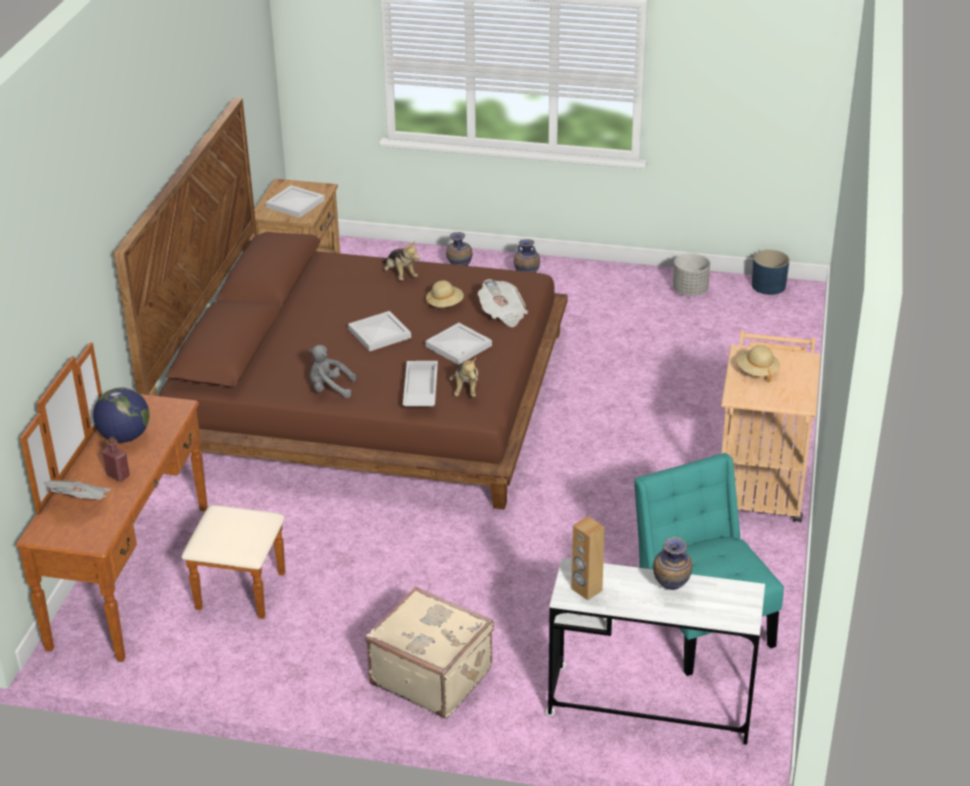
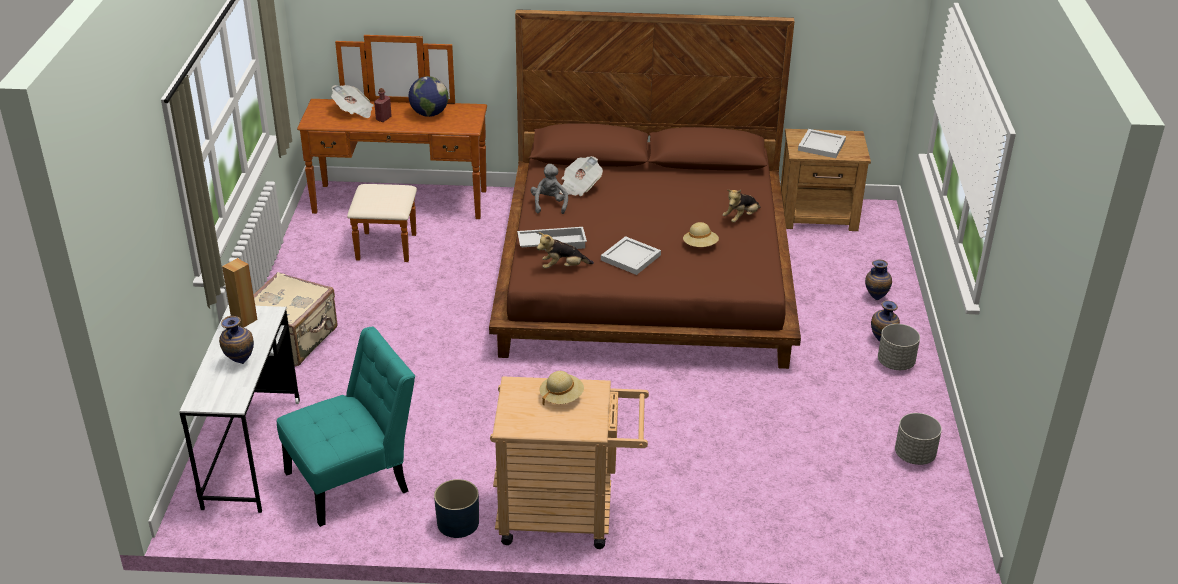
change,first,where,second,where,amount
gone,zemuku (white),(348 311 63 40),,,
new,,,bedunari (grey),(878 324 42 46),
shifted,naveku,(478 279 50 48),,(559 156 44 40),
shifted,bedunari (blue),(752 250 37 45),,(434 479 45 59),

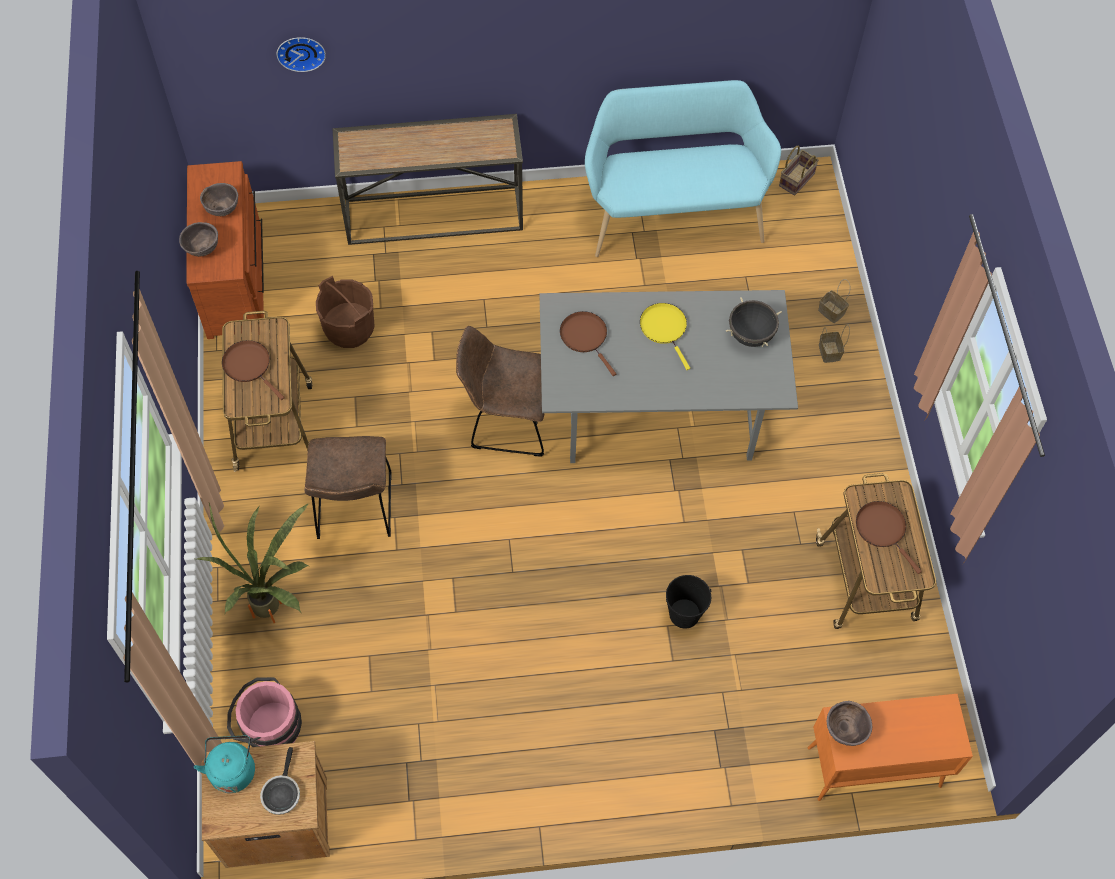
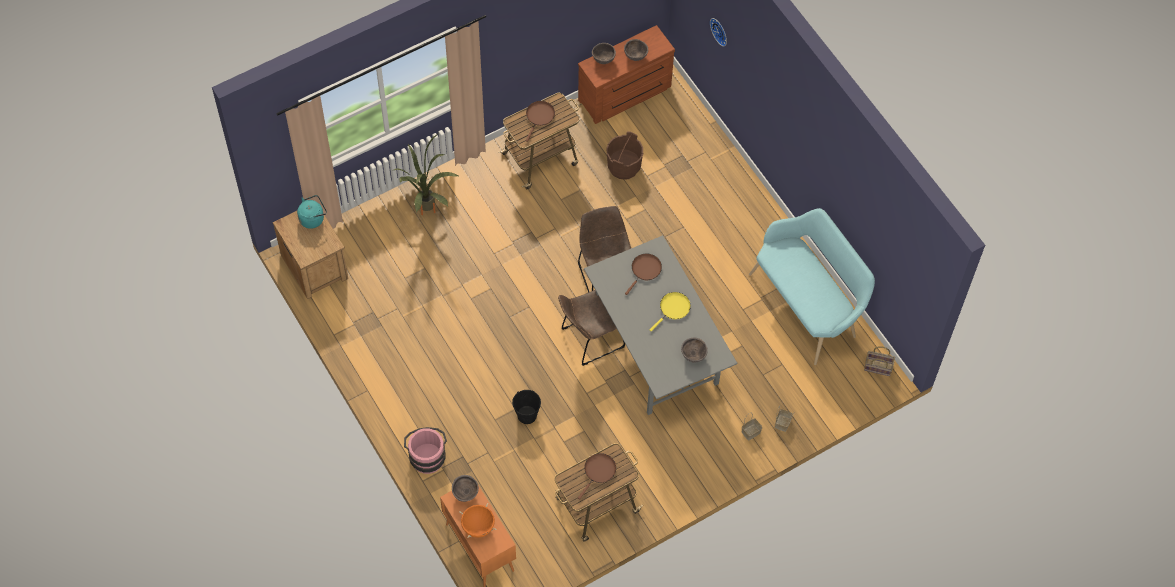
change,first,where,second,where,amount
gone,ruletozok,(260 747 40 68),,,
gone,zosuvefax,(333 114 190 131),,,
new,,,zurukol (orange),(459 503 37 35),
shifted,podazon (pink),(227 677 75 70),,(404 427 43 47),
shifted,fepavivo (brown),(304 436 87 103),,(558 290 67 76),
swapped,zurukol (black),(726 297 56 50),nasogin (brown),(681 338 27 24),

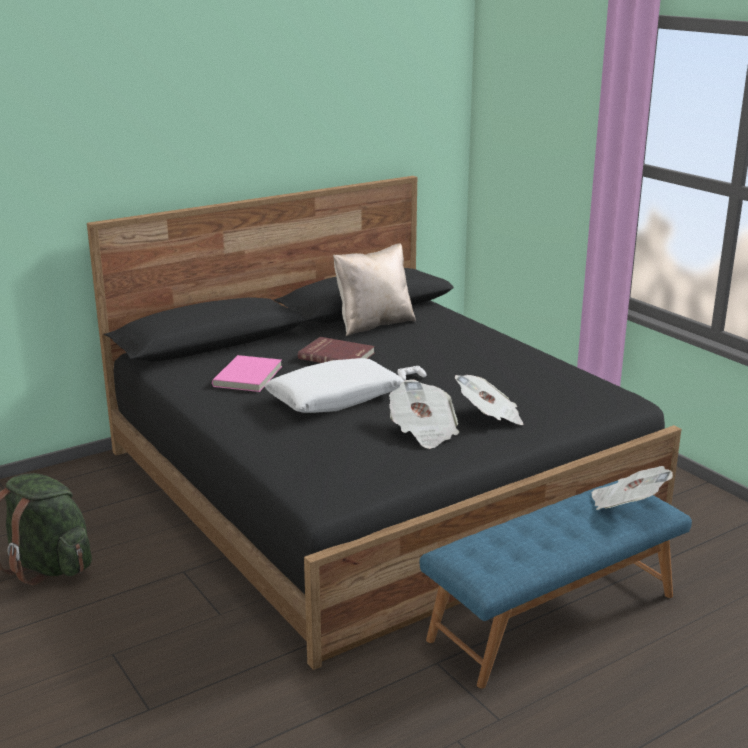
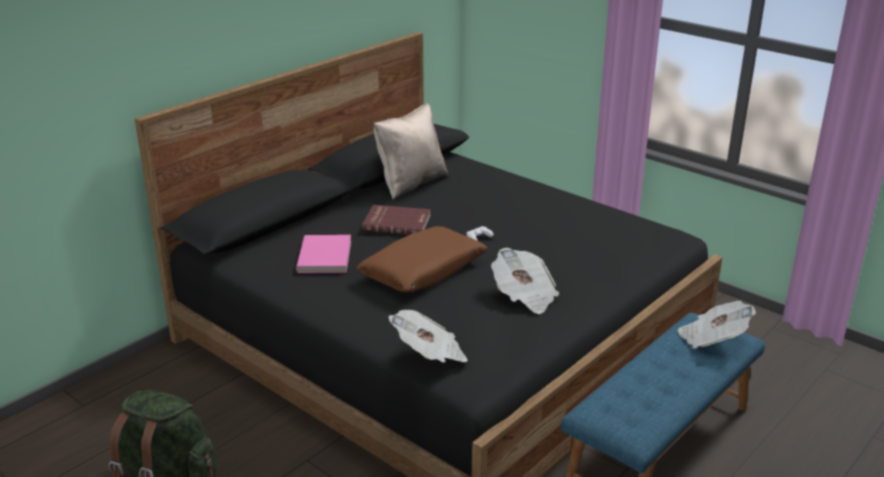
change,first,where,second,where,amount
shifted,naveku,(455 375 69 50),,(389 310 79 52),
repainted,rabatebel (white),(264 358 140 55),rabatebel (brown),(357 226 130 67),

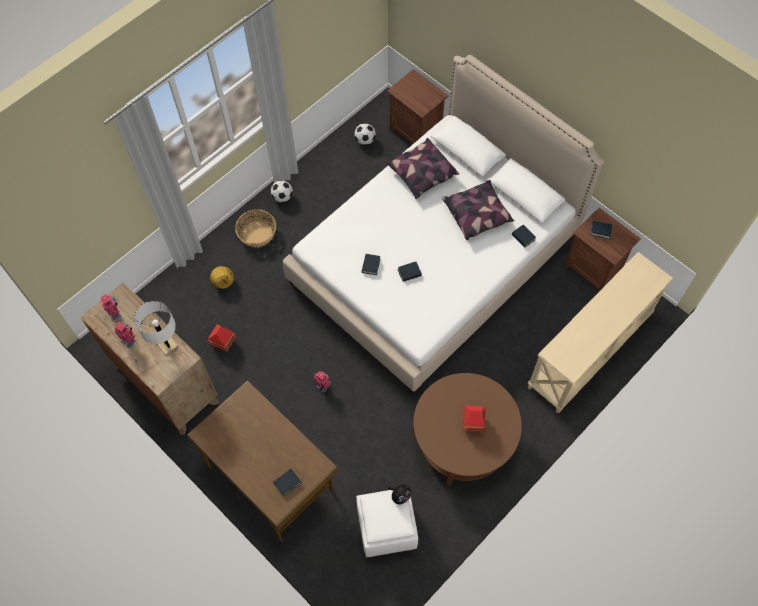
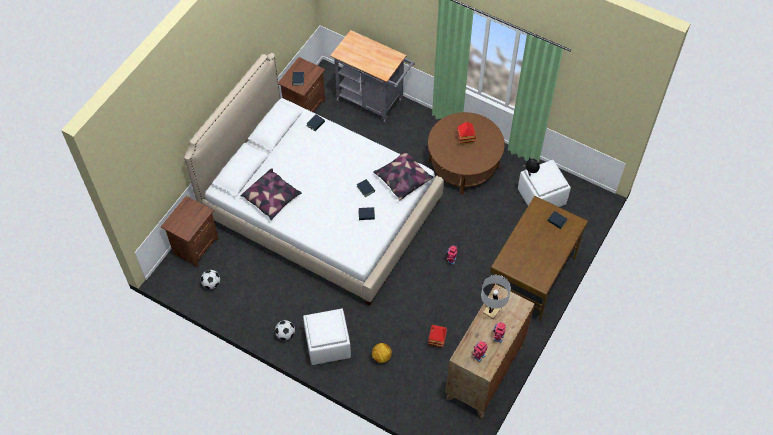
change,first,where,second,where,amount
shifted,rabatebel,(442 180 73 60),,(373 150 60 51),
swapped,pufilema,(235 210 41 37),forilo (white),(303 308 48 57),
swapped,zosuvefax (beige),(528 252 145 162),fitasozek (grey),(330 30 85 93),

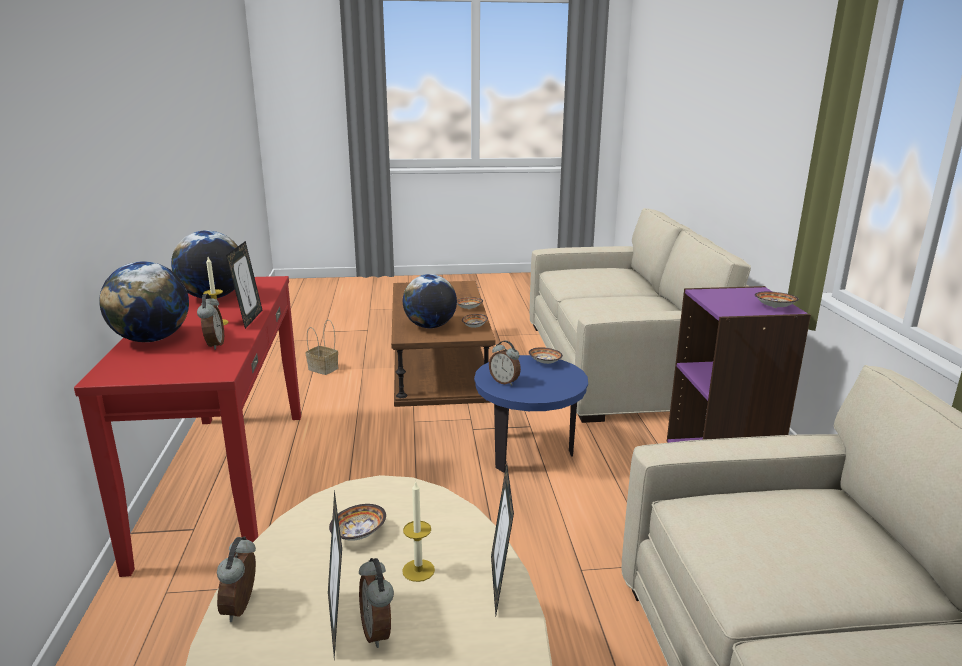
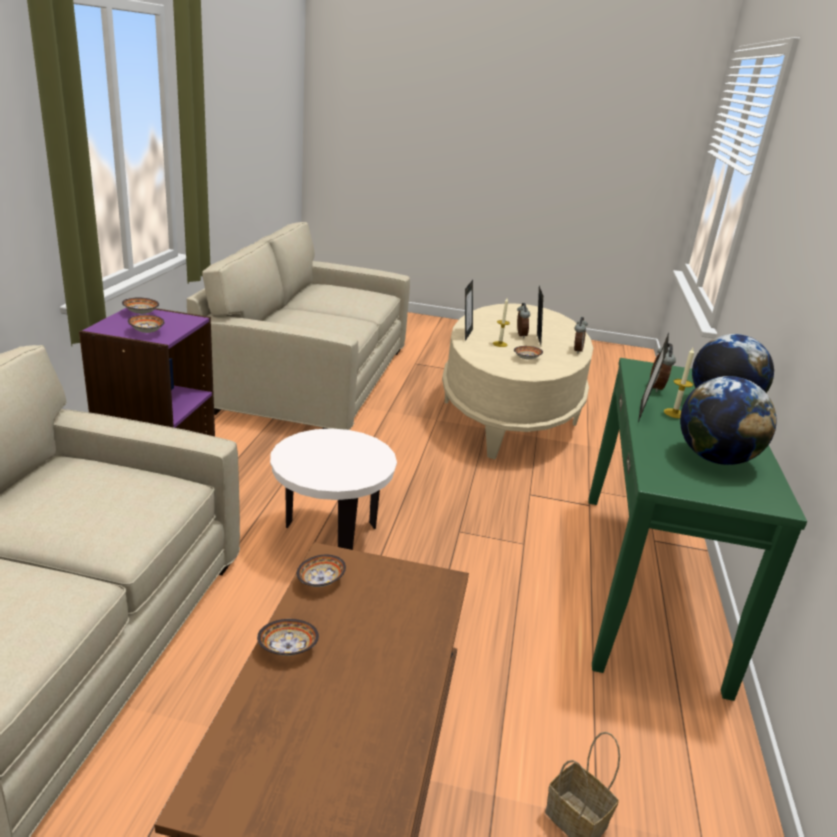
change,first,where,second,where,amount
gone,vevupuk,(403 274 54 54),,,
gone,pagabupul,(489 341 32 45),,,
shifted,nasogin,(529 347 34 17),,(128 315 37 18),
repainted,zosuvefax (red),(74 276 227 301),zosuvefax (green),(588 358 219 343),
repainted,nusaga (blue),(474 355 114 118),nusaga (white),(270 428 127 122),

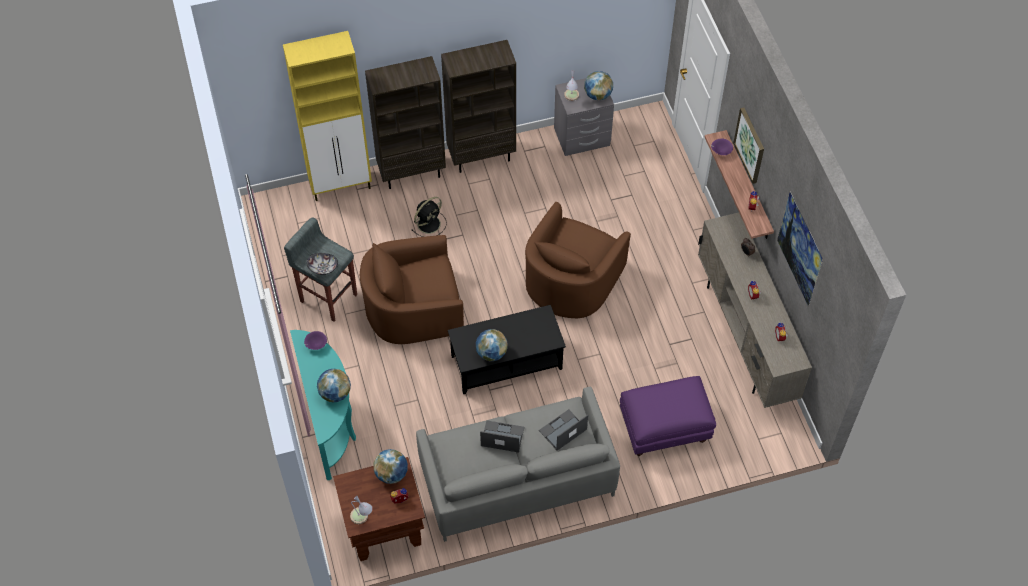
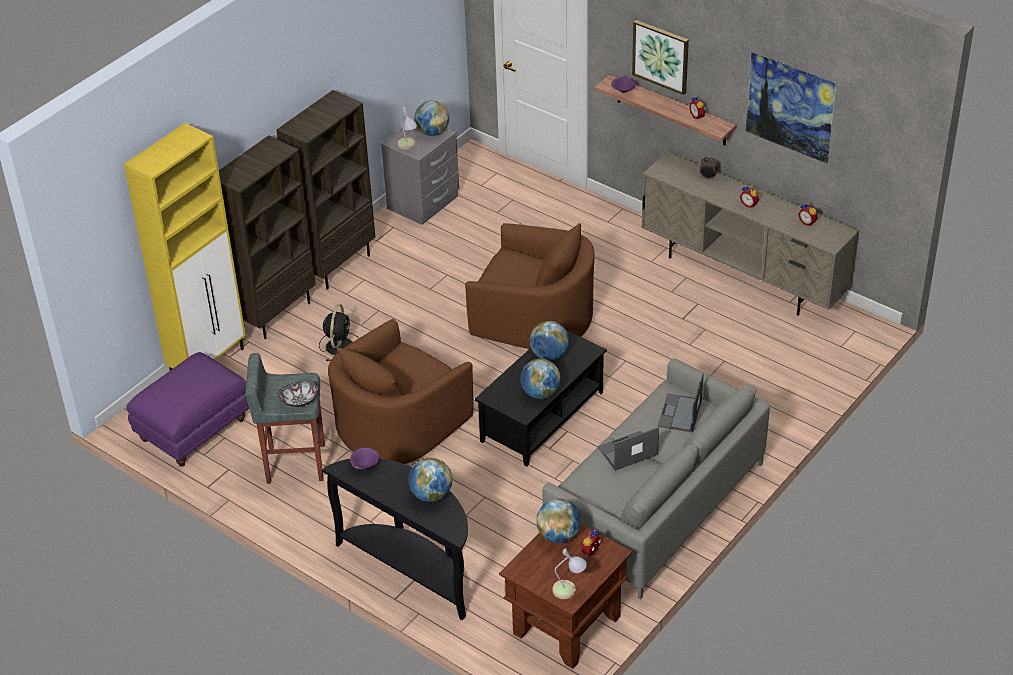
change,first,where,second,where,amount
new,,,vevupuk,(530 321 39 39),
shifted,forilo (purple),(620 376 96 80),,(127 352 122 115),
repainted,zosuvefax (turquoise),(290 330 66 150),zosuvefax (black),(322 458 146 162),
rotated,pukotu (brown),(525 202 106 116),,(465 223 130 126),60 degrees counterclockwise

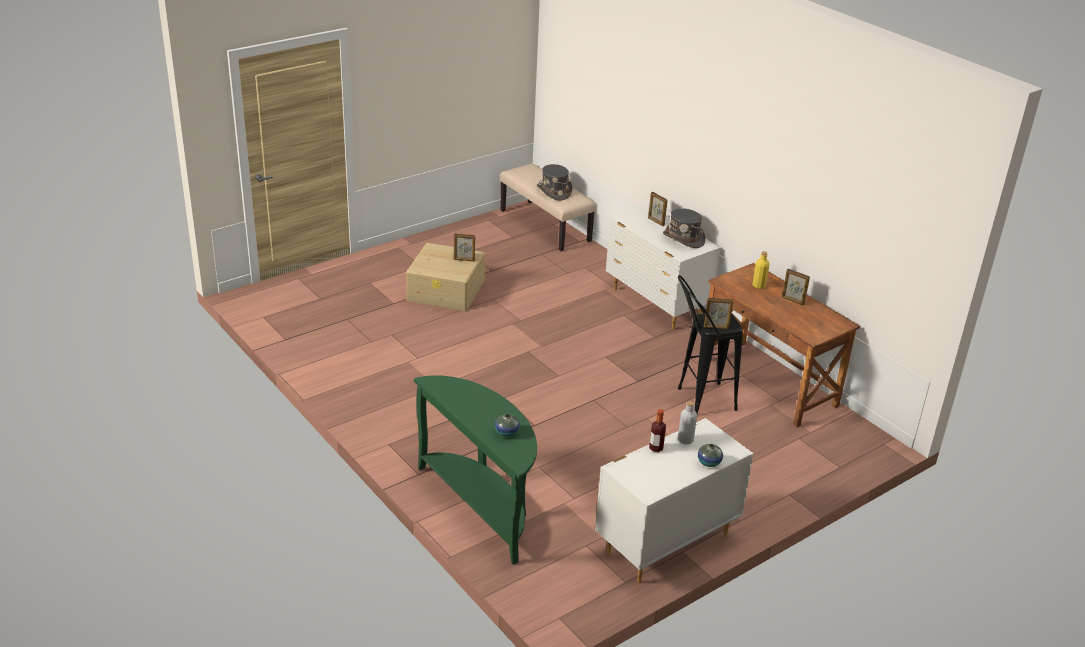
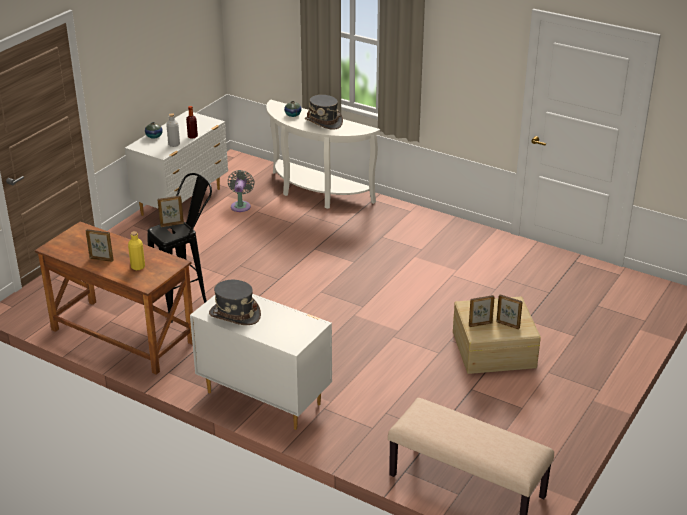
change,first,where,second,where,amount
new,,,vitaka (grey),(228 170 27 42),
shifted,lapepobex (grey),(537 164 36 37),,(305 95 38 35),
shifted,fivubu,(648 192 19 34),,(496 294 27 36),
repainted,zosuvefax (green),(414 375 123 189),zosuvefax (white),(266 99 114 110),

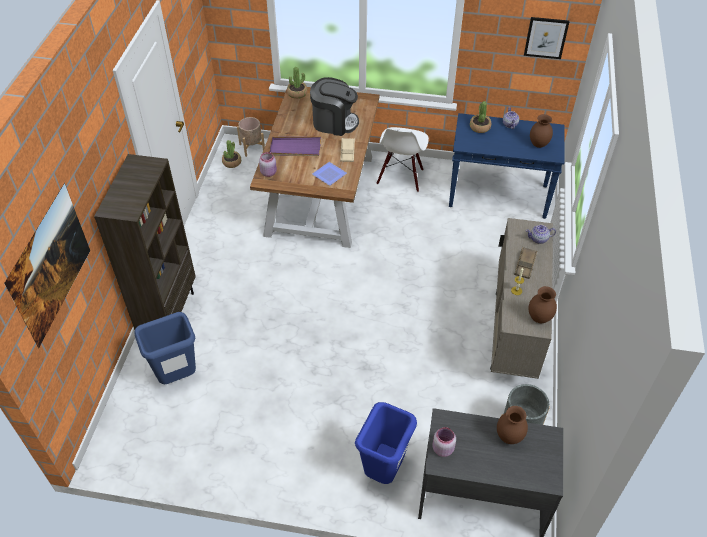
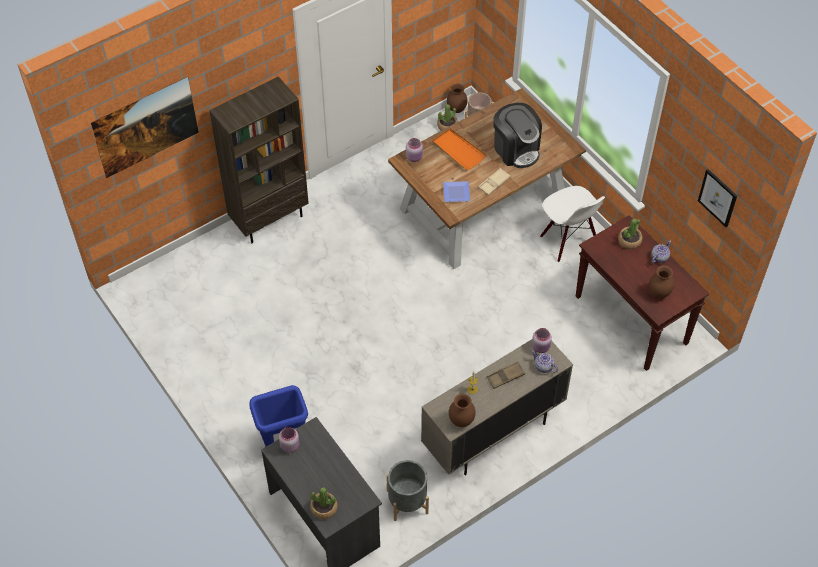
change,first,where,second,where,amount
gone,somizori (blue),(134 312 62 72),,,
new,,,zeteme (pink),(532 328 20 25),
shifted,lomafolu,(287 67 20 32),,(310 488 27 31),
shifted,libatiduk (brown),(497 406 31 38),,(447 84 21 29),
repainted,zemuku (purple),(270 137 51 19),zemuku (orange),(432 128 54 42),
repainted,zosuvefax (blue),(449 113 116 106),zosuvefax (brown),(576 215 133 156),
rotated,fepavivo (white),(377 127 52 65),,(540 186 65 76),90 degrees counterclockwise

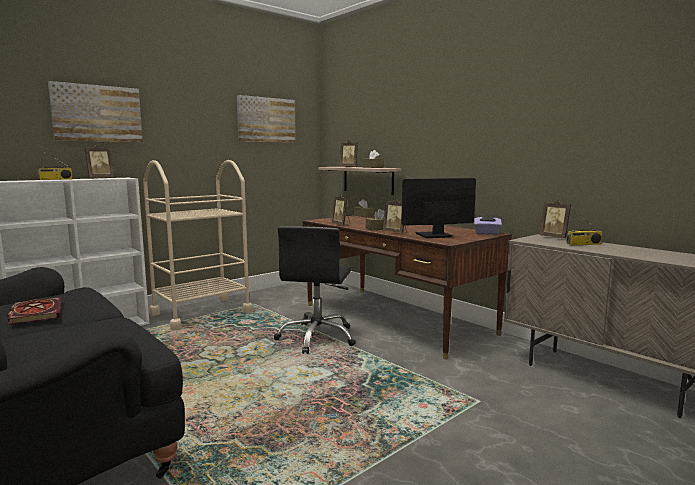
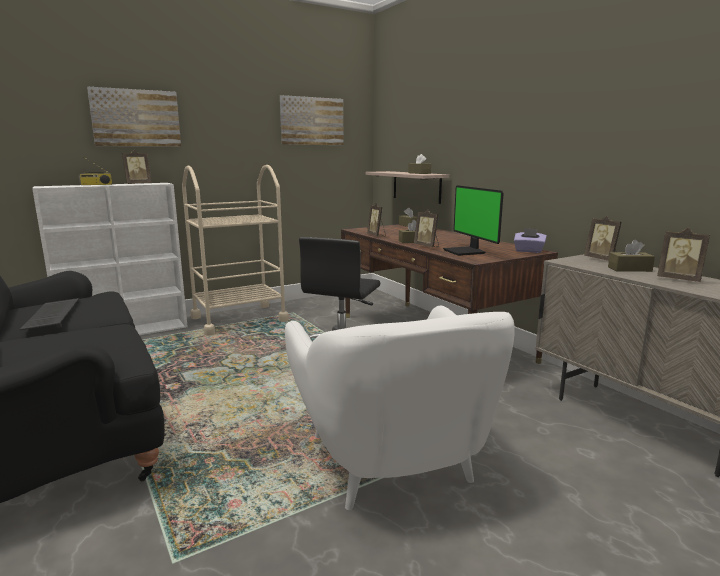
change,first,where,second,where,amount
new,,,pukotu (white),(285 305 230 205),
shifted,fivubu,(339 140 19 27),,(657 228 53 54),
swapped,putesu,(7 297 55 28),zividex,(19 298 61 32),
swapped,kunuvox,(566 211 36 34),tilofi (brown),(608 240 47 32),
rotated,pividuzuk,(402 178 74 60),,(443 185 61 71),105 degrees counterclockwise

